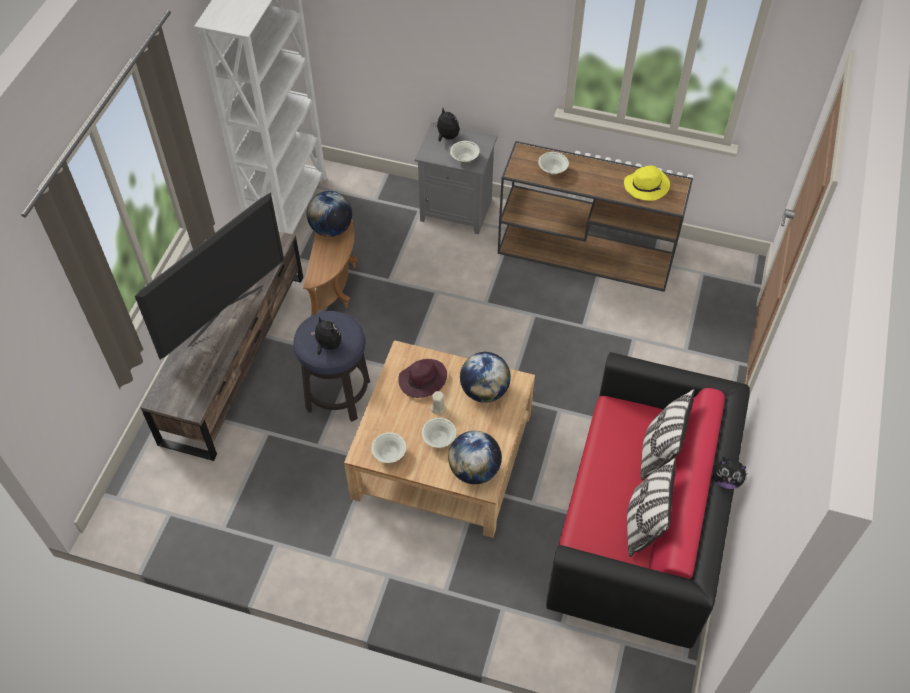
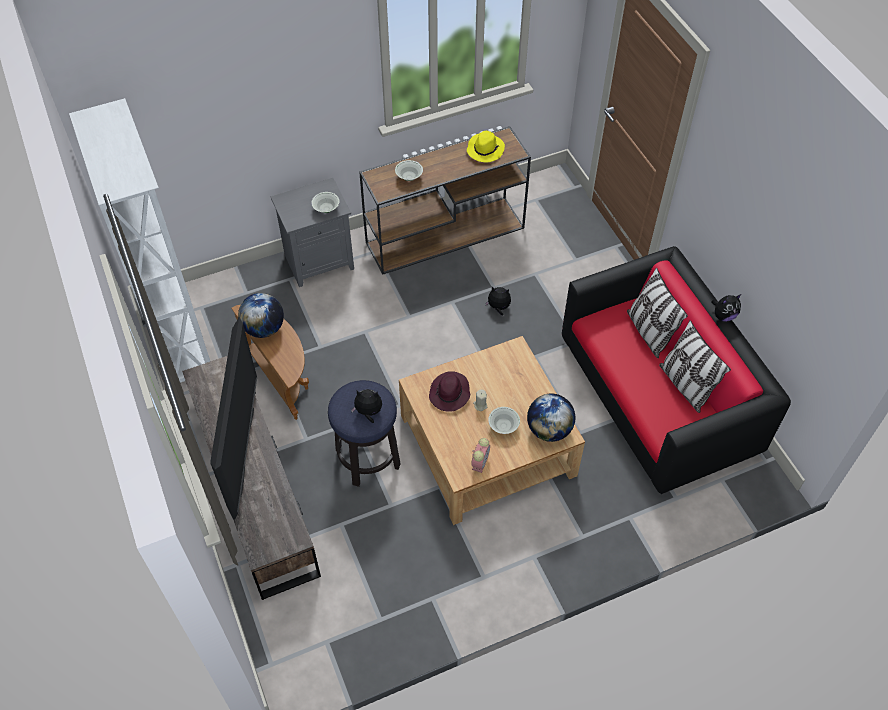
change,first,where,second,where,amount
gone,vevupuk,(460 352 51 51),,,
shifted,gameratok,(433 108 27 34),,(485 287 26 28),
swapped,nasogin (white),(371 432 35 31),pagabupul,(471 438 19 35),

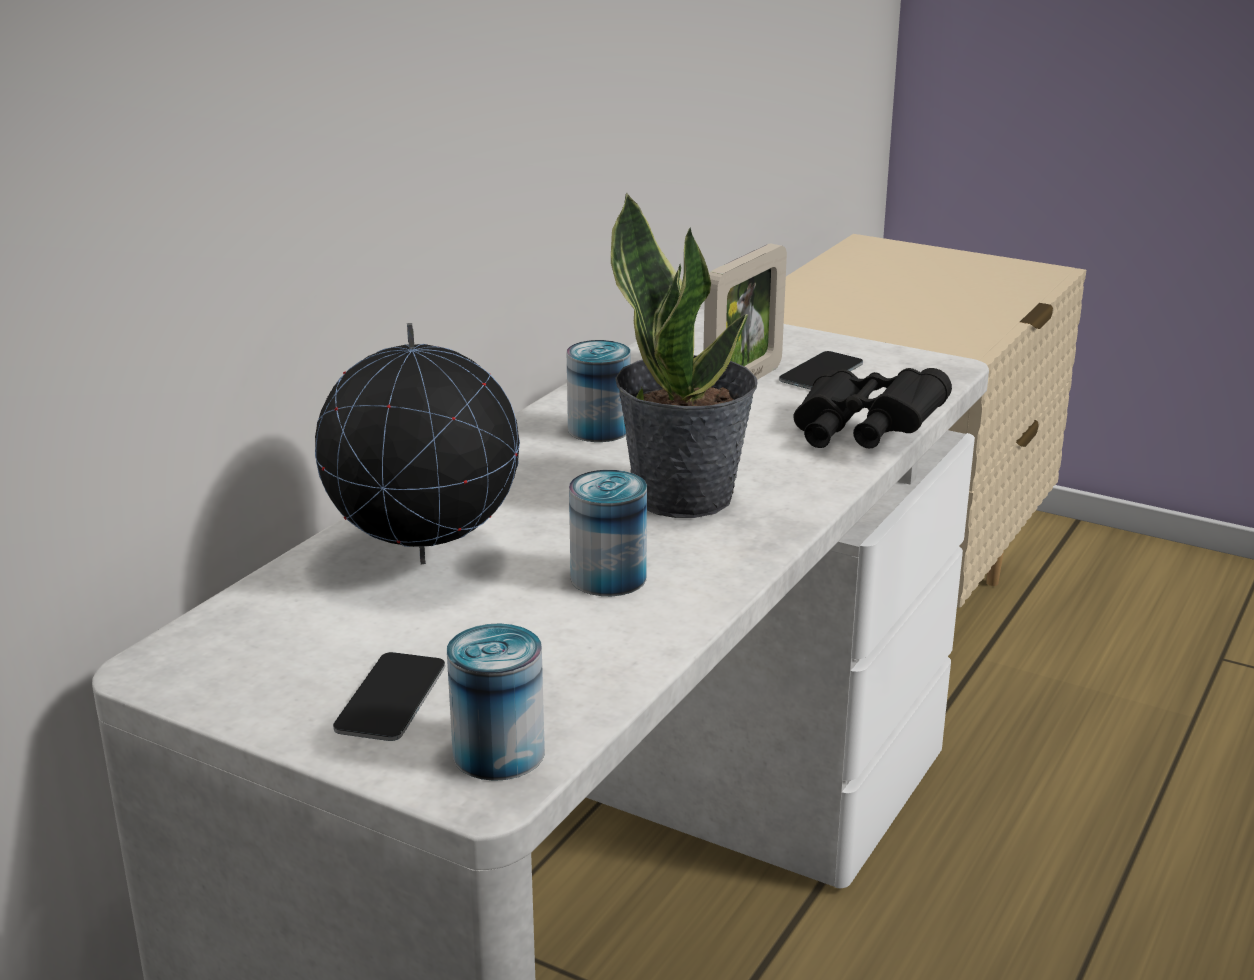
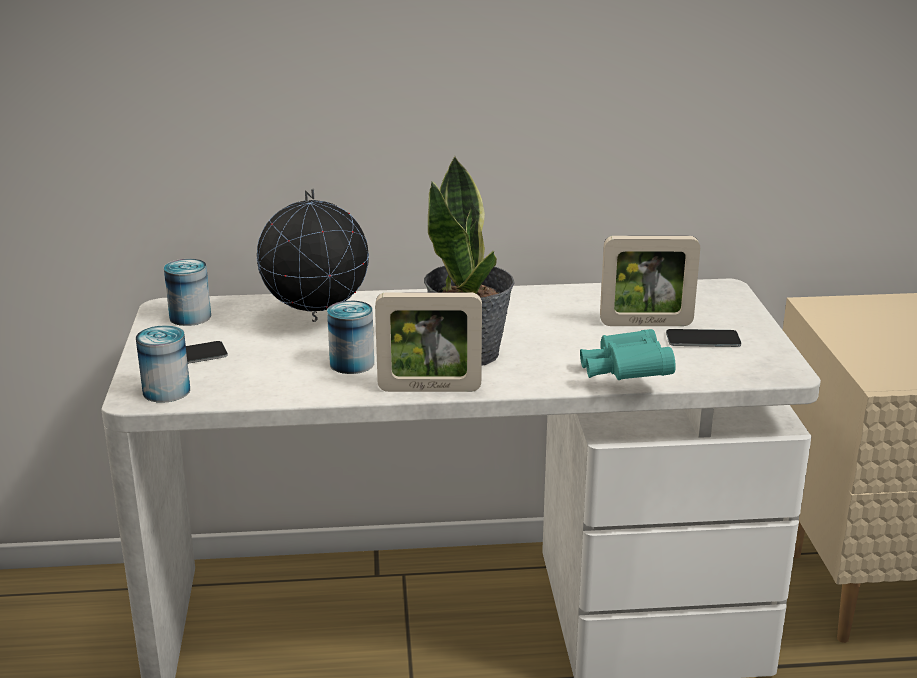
change,first,where,second,where,amount
new,,,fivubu,(375 292 107 100),
shifted,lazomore,(567 340 63 102),,(164 259 47 67),
repainted,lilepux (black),(793 368 159 81),lilepux (turquoise),(580 329 96 51),

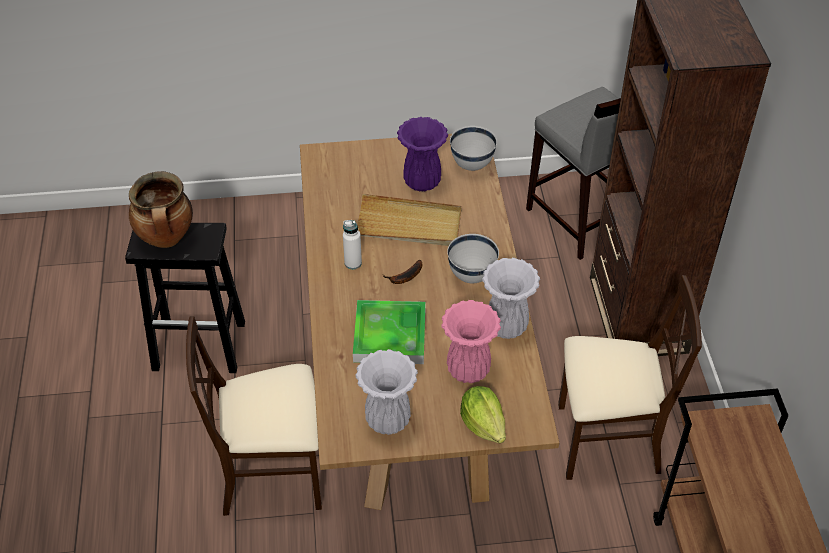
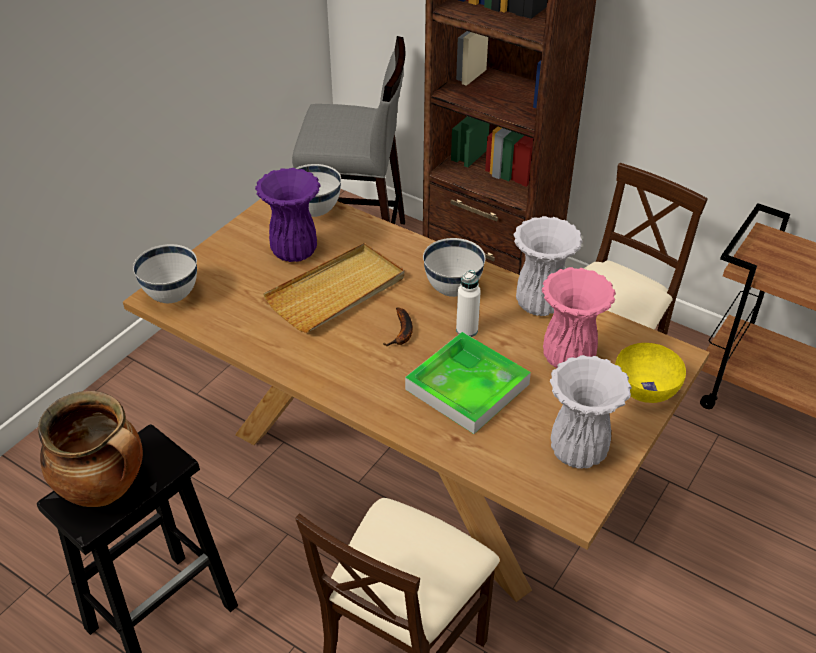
change,first,where,second,where,amount
new,,,nasogin (white),(133 244 64 59),
shifted,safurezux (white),(343 220 19 49),,(456 270 25 67),
swapped,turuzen,(460 386 46 57),nasogin (yellow),(615 343 71 60),

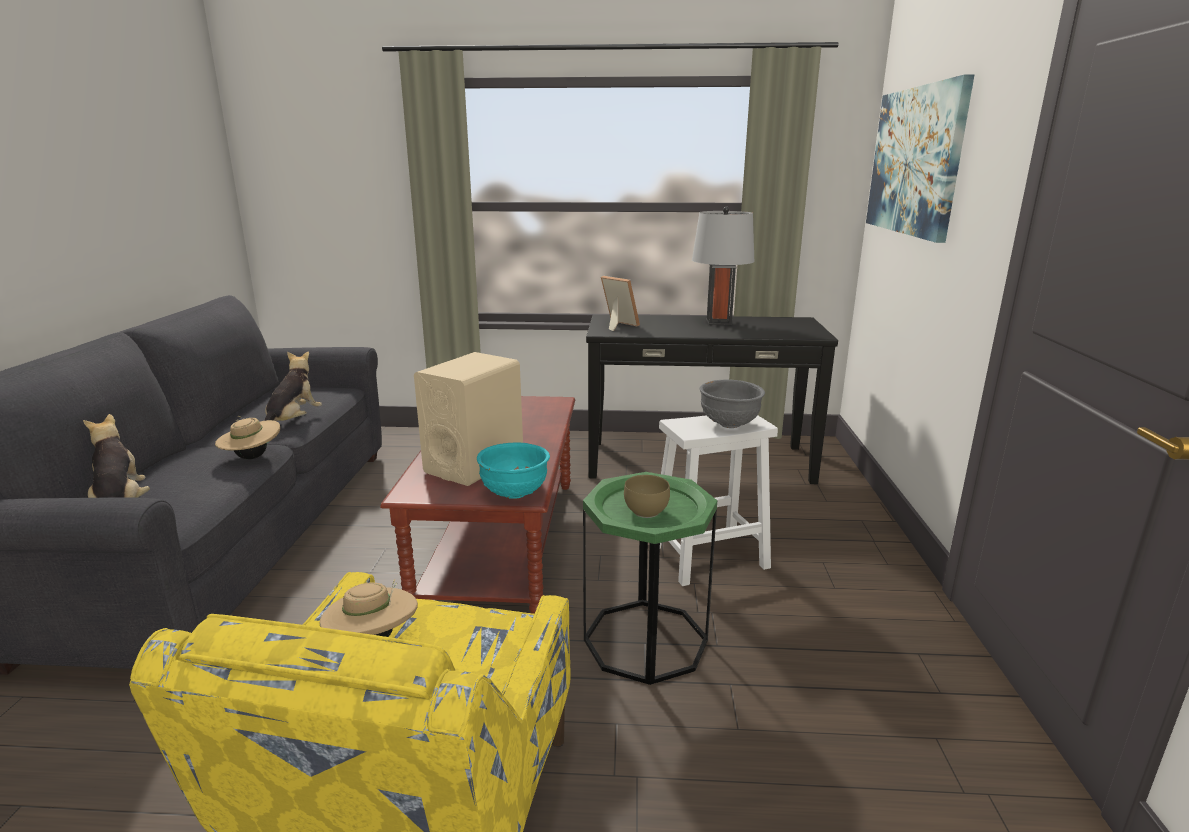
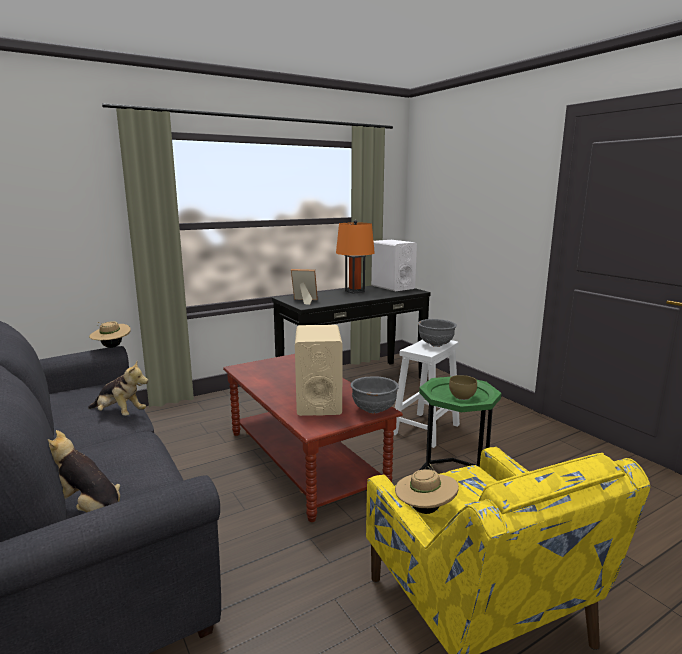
change,first,where,second,where,amount
gone,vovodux,(866 74 109 169),,,
new,,,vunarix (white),(371 240 46 51),
shifted,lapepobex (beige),(215 416 65 43),,(89 321 42 27),
repainted,nasogin (turquoise),(477 443 73 56),nasogin (grey),(351 376 48 38),
repainted,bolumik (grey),(692 207 63 118),bolumik (orange),(336 220 39 74),
rotated,gameratok,(265 352 57 69),,(88 361 60 55),135 degrees clockwise

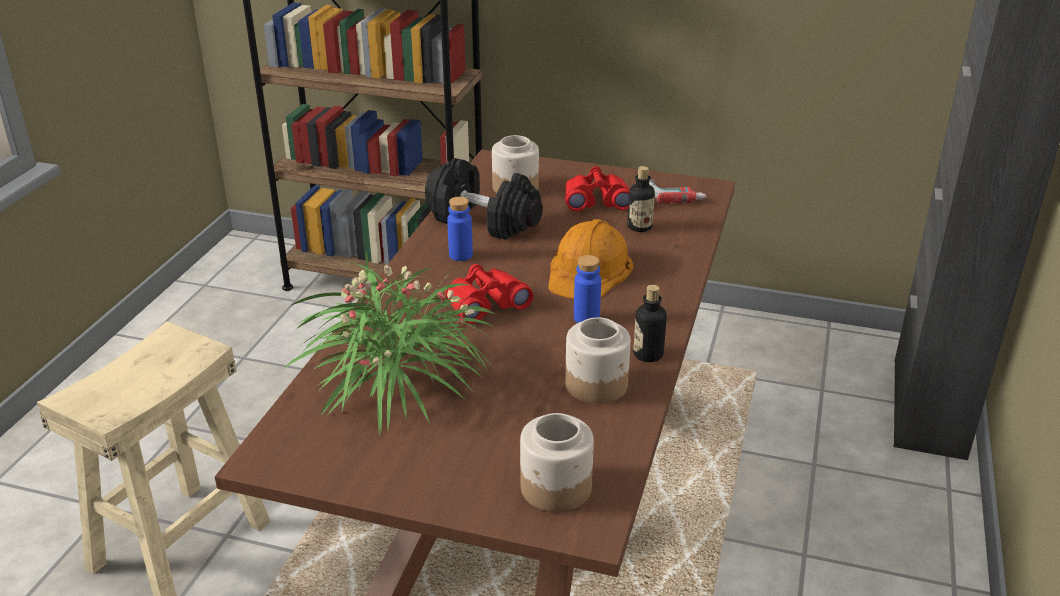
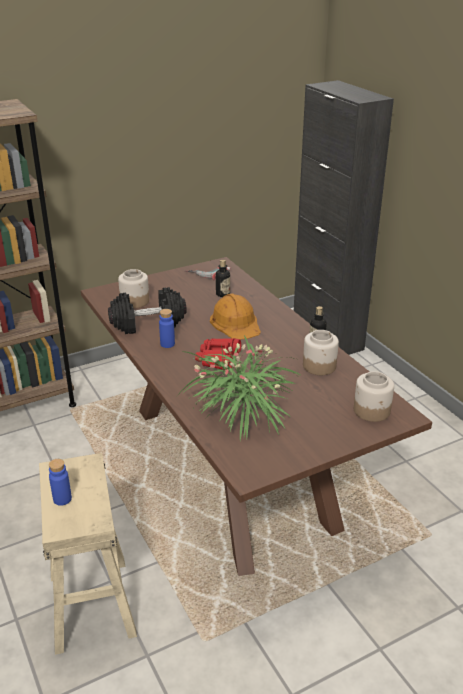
change,first,where,second,where,amount
gone,lilepux (red),(565 166 65 45),,,
shifted,safurezux (blue),(574 255 27 68),,(49 459 23 47),

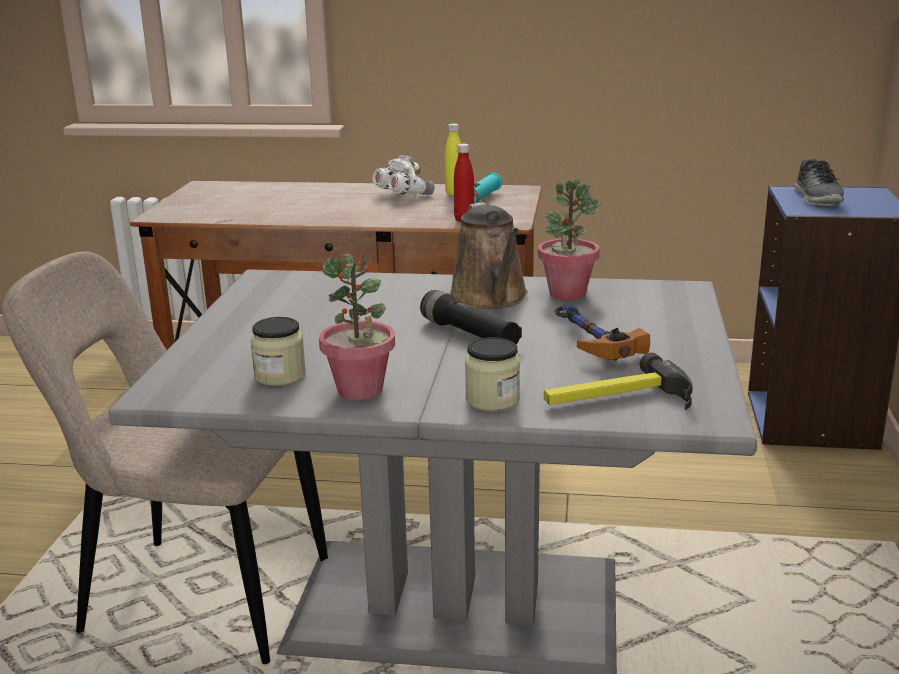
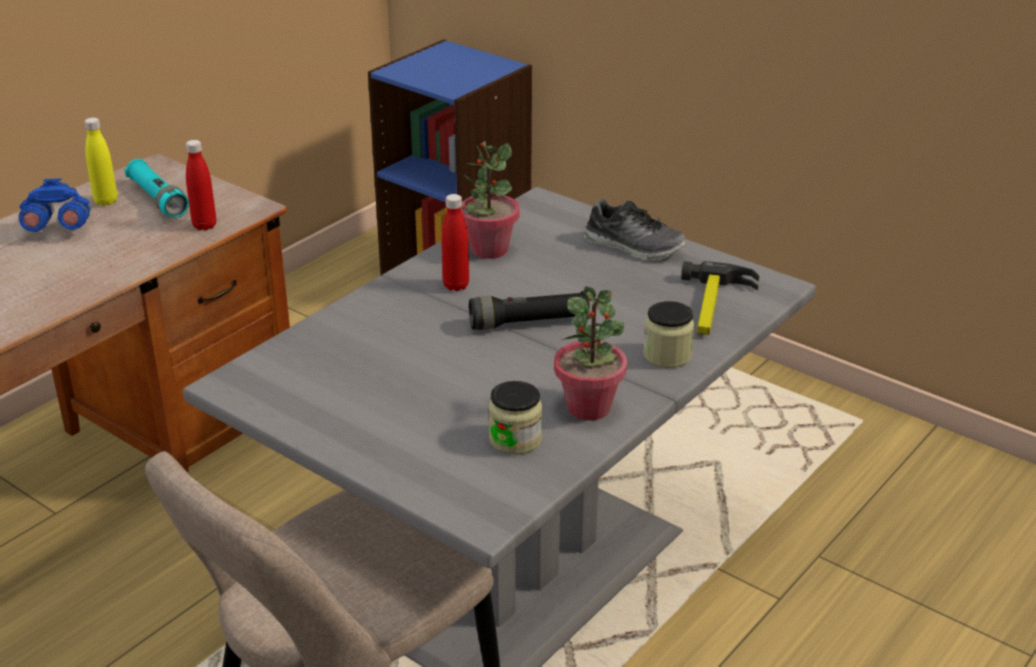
change,first,where,second,where,amount
gone,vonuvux,(554 306 96 55),,,
shifted,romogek,(794 159 50 47),,(584 199 102 62),
swapped,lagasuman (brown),(449 202 79 107),safurezux (red),(442 194 27 97),
repainted,lilepux (white),(373 155 62 40),lilepux (blue),(19 178 72 54),

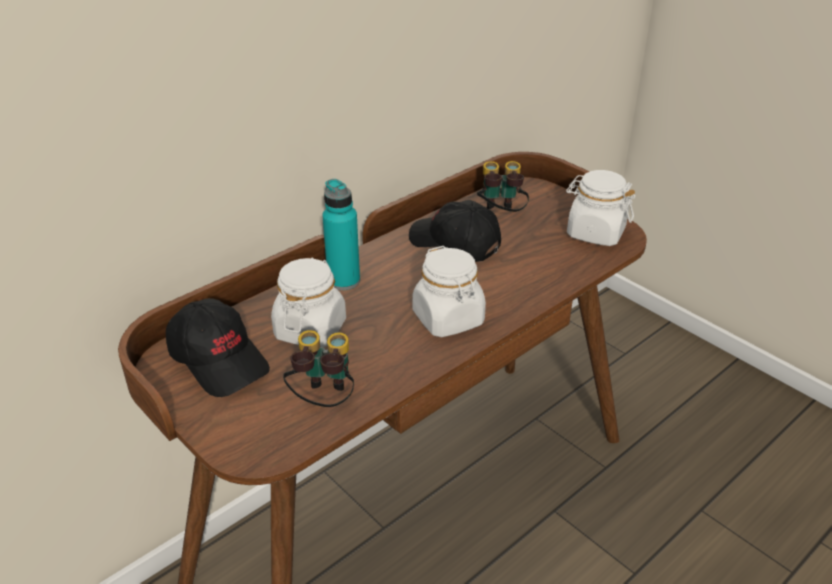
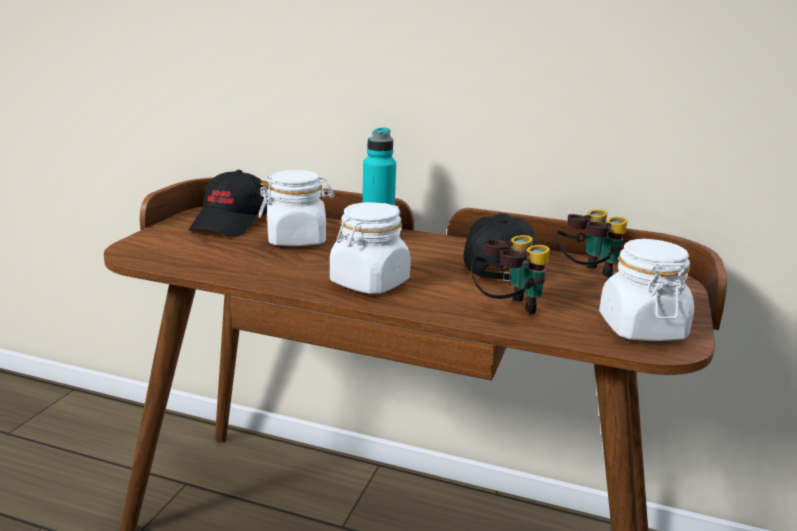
change,first,where,second,where,amount
shifted,lilepux,(283 330 71 77),,(471 235 79 79),

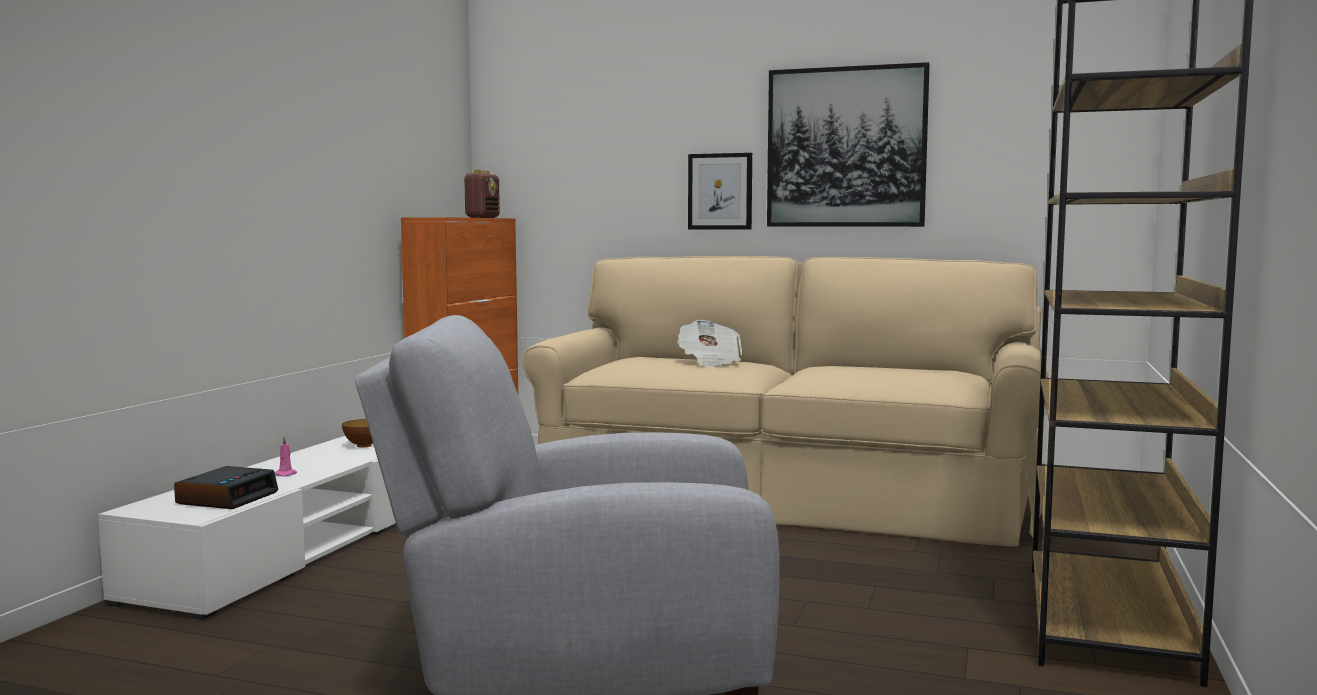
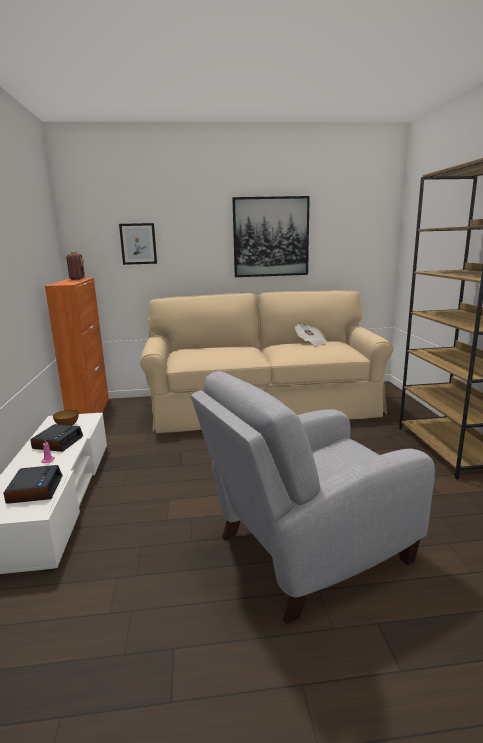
change,first,where,second,where,amount
new,,,pagabupul,(30 424 53 28),
shifted,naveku,(677 320 65 47),,(294 323 33 23),
shifted,vovodux,(688 153 64 77),,(119 223 38 42),

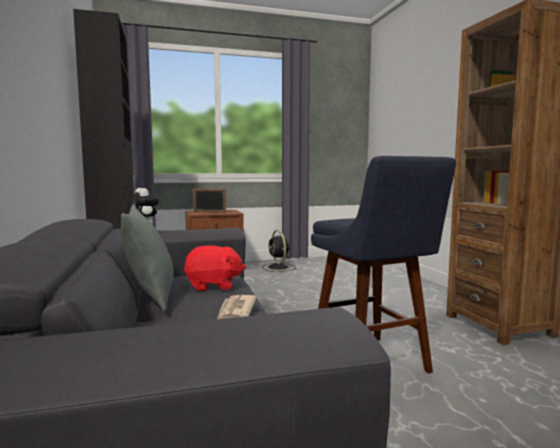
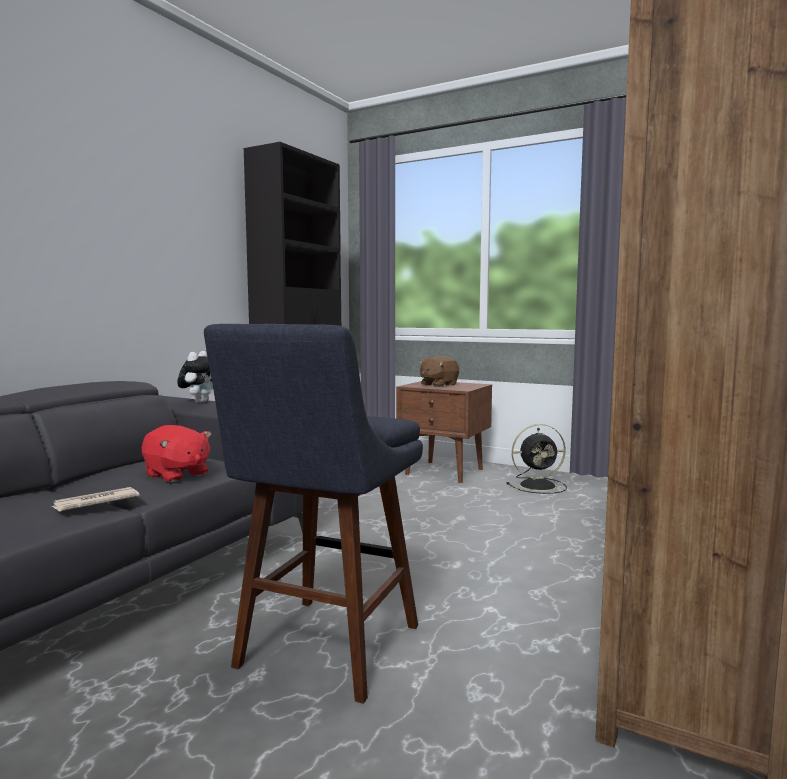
change,first,where,second,where,amount
gone,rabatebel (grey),(121 204 53 108),,,
swapped,fivubu,(193 189 33 23),gameratok (brown),(419 356 40 31),
rotated,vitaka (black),(262 230 34 42),,(507 424 60 70),120 degrees counterclockwise

